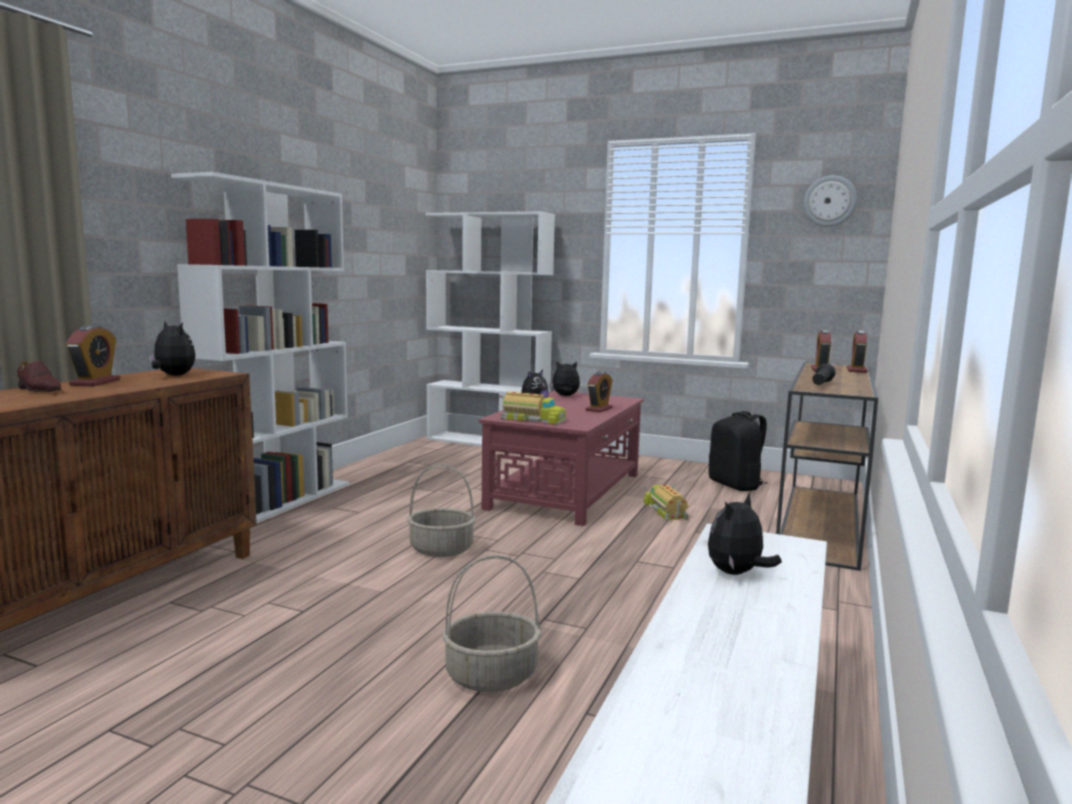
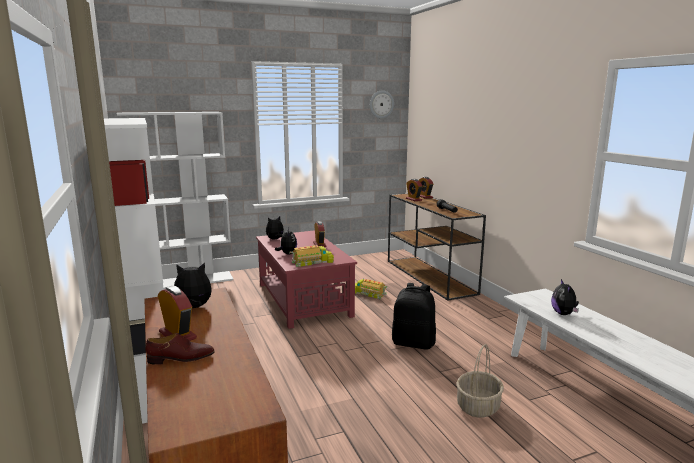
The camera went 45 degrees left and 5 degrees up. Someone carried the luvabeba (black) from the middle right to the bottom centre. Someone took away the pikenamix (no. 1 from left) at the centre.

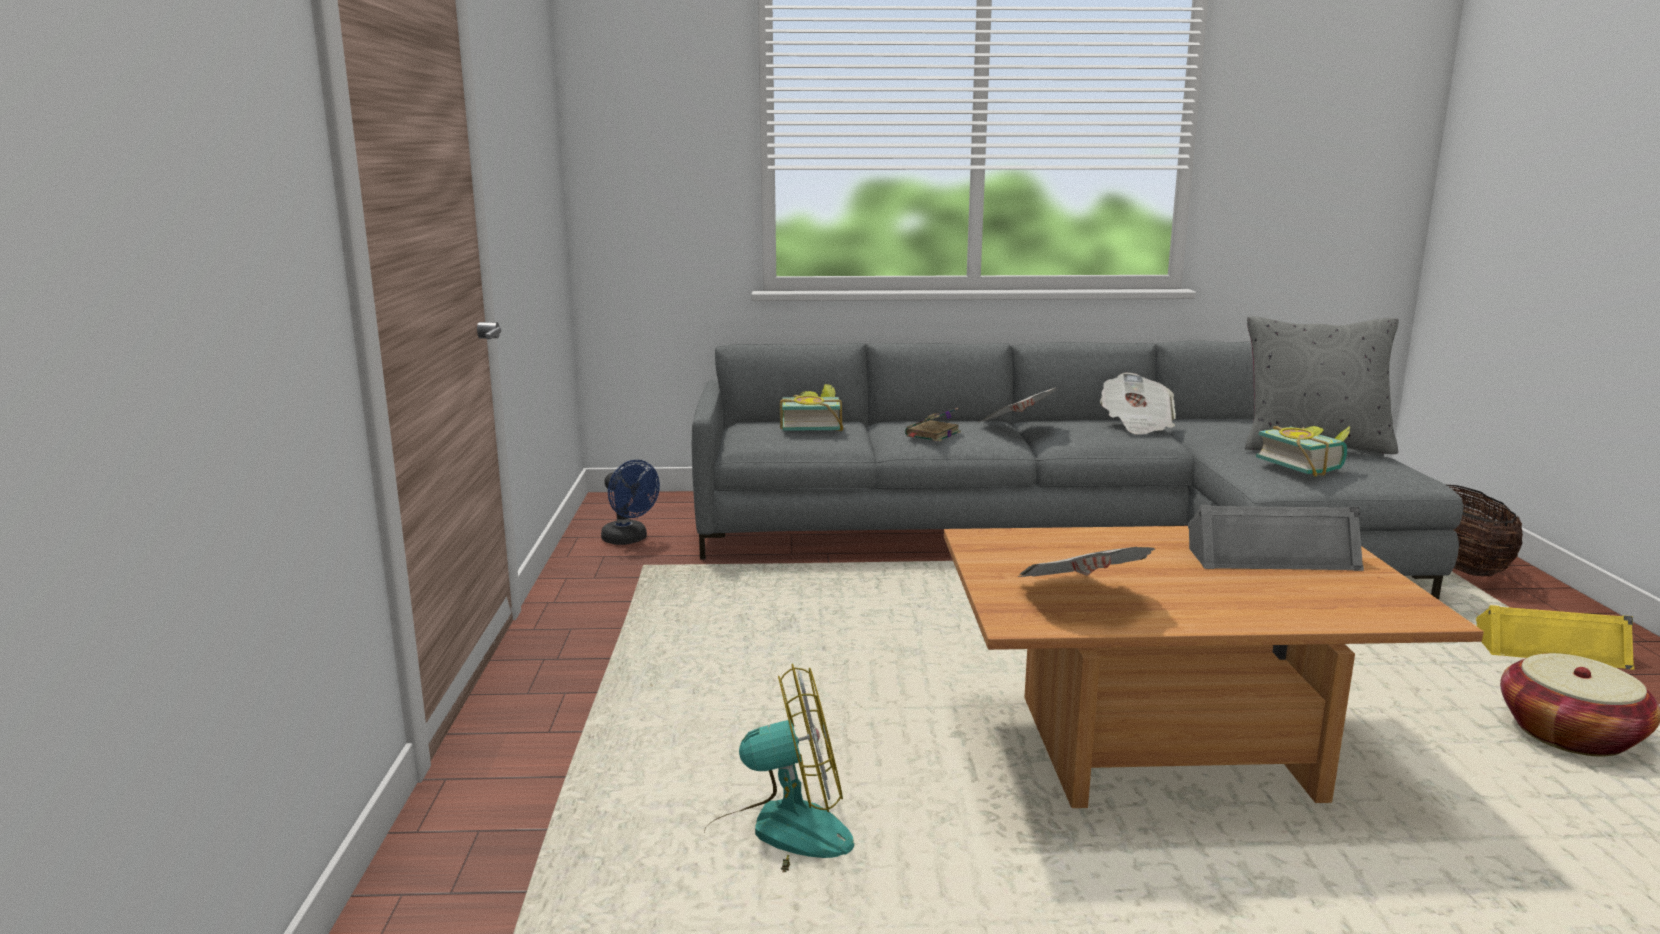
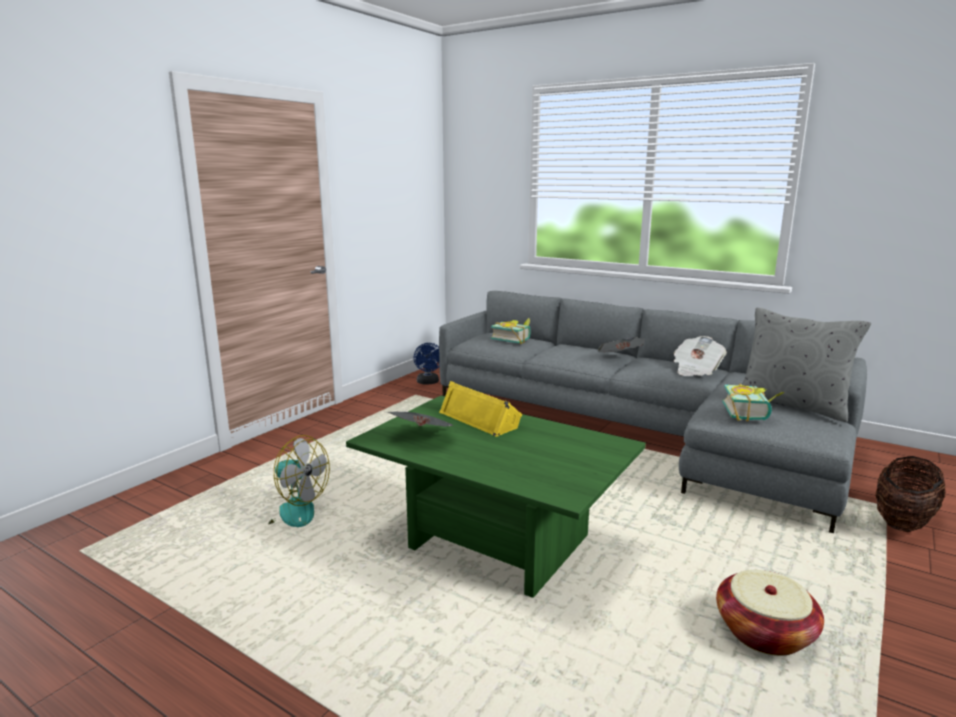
The camera went 35 degrees right and 0 degrees up. Someone took away the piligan (no. 2 from left) at the centre. Someone took away the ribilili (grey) at the middle right. Someone repainted the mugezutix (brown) at the bottom right, which became the mugezutix (green) at the bottom centre. Someone carried the ribilili (yellow) from the bottom right to the centre.

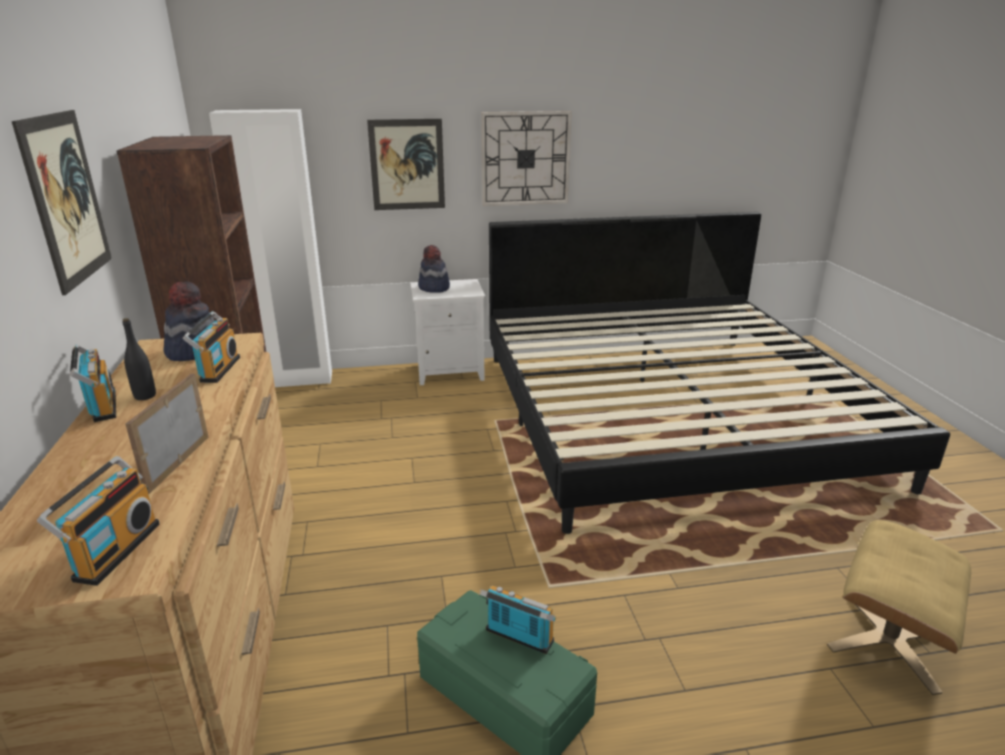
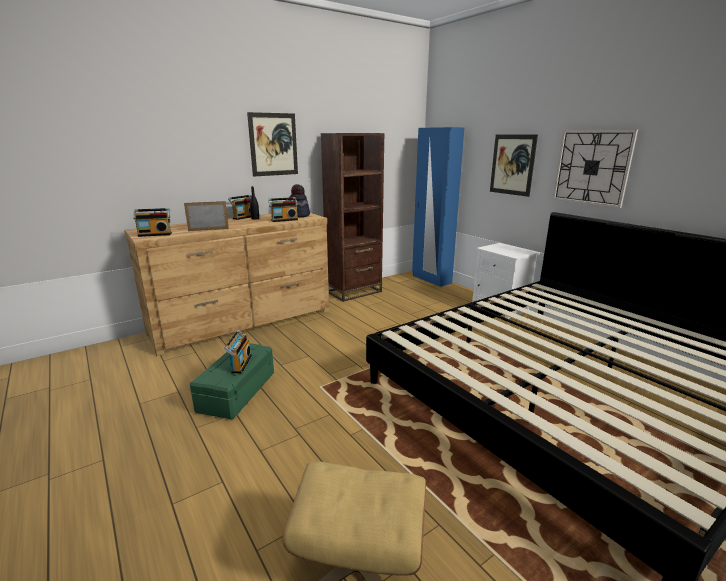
The camera went 65 degrees right and 5 degrees down. Someone repainted the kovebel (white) at the top left, which became the kovebel (blue) at the centre. Someone took away the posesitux (no. 2 from left) at the centre.

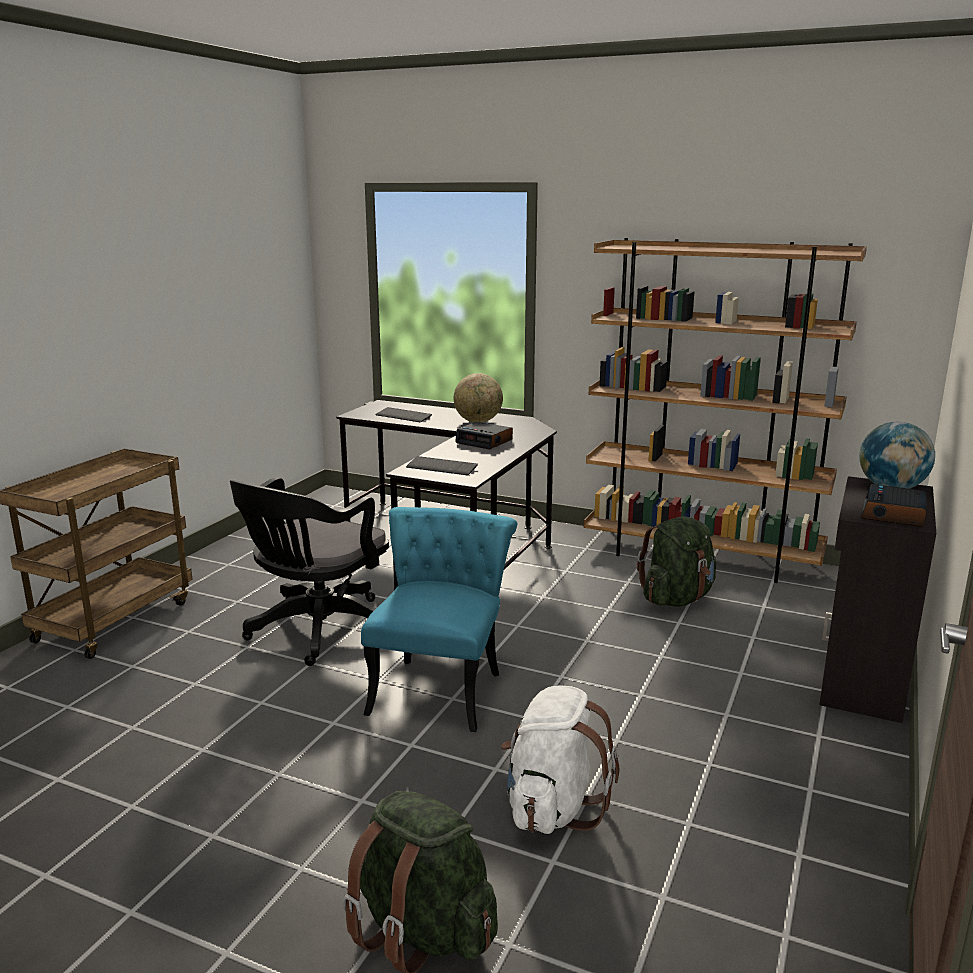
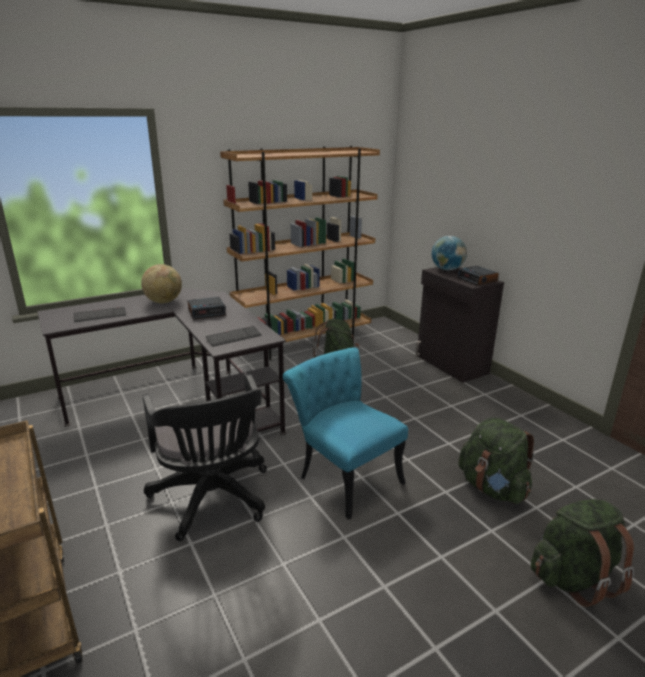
The camera went 55 degrees left and 5 degrees up. Someone repainted the luvabeba (white) at the bottom centre, which became the luvabeba (green) (no. 2 from left) at the bottom right.

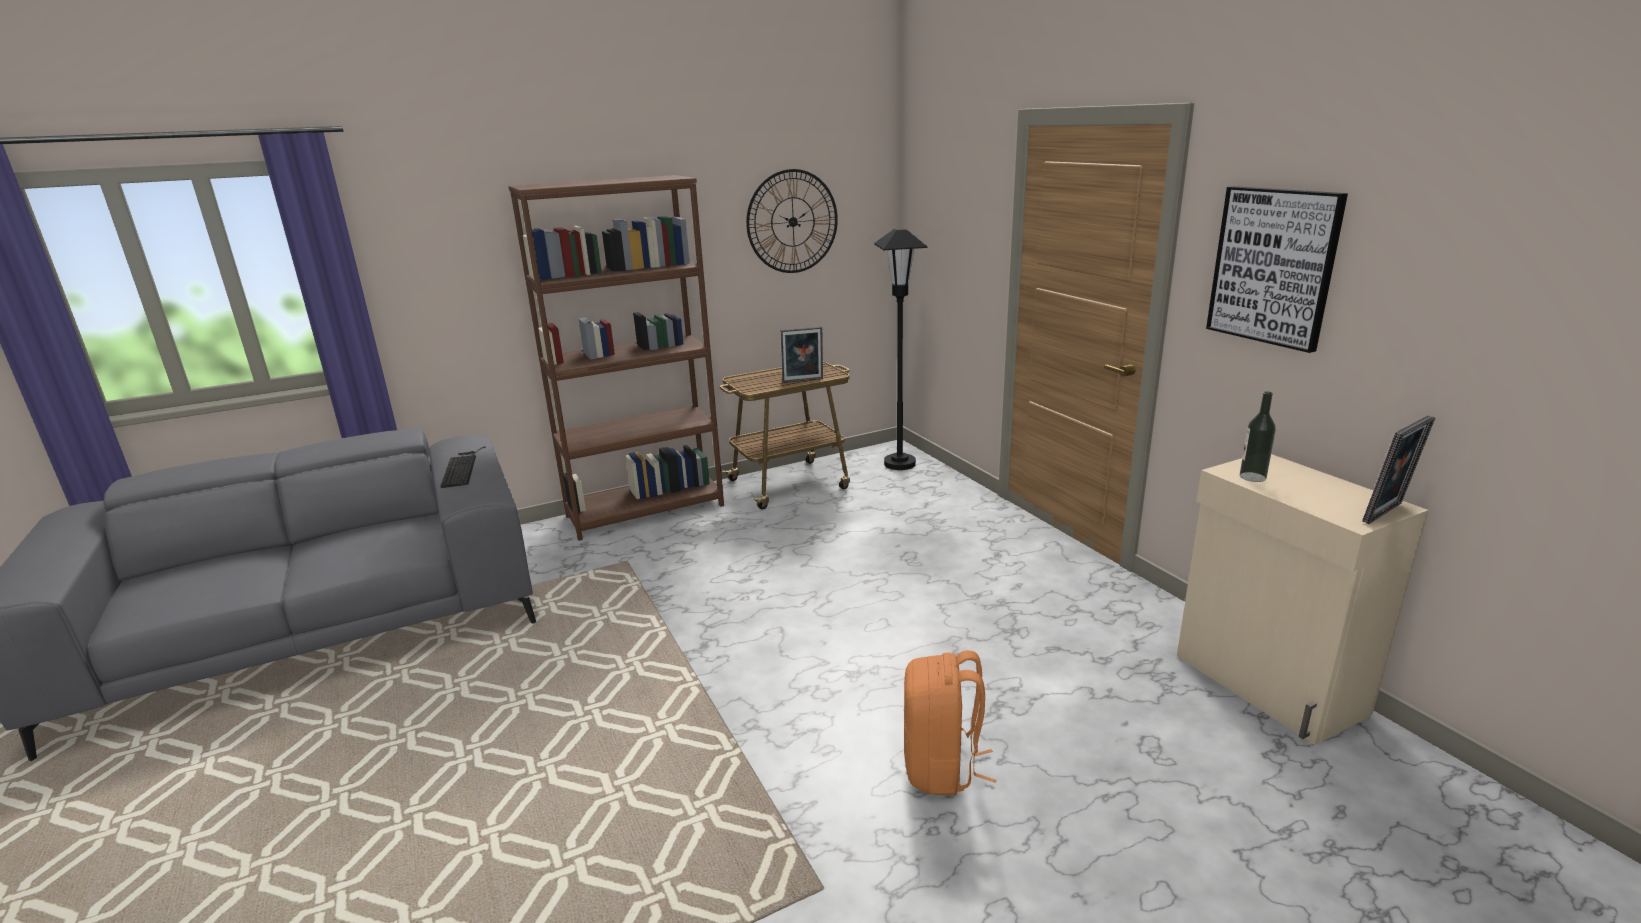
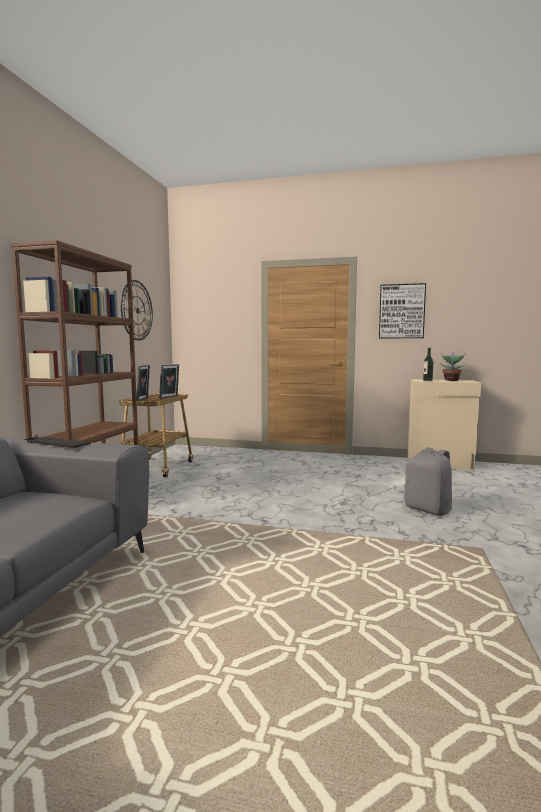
The camera went 50 degrees left and 15 degrees down. Someone took away the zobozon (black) at the centre. Someone carried the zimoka (no. 2 from left in the first image) from the middle right to the middle left. Someone repainted the luvabeba (orange) at the bottom centre, which became the luvabeba (grey) at the middle right. Someone put down the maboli at the middle right.

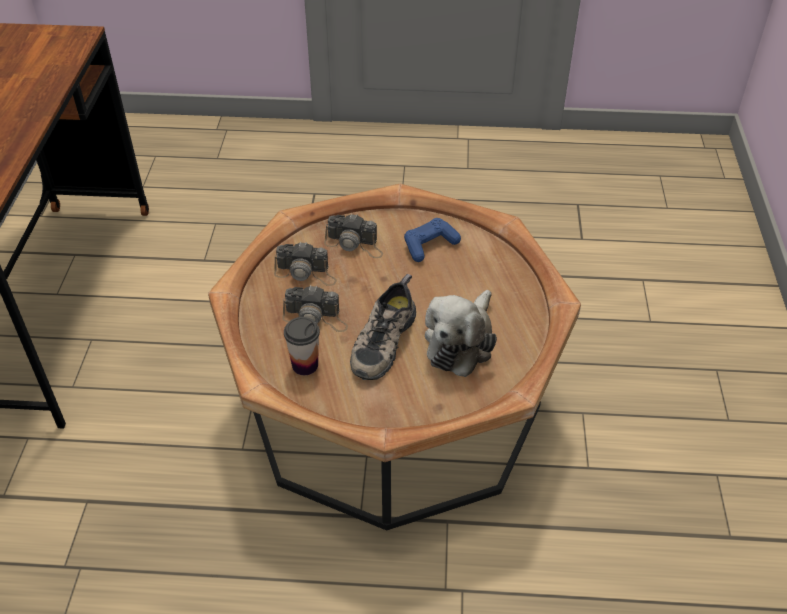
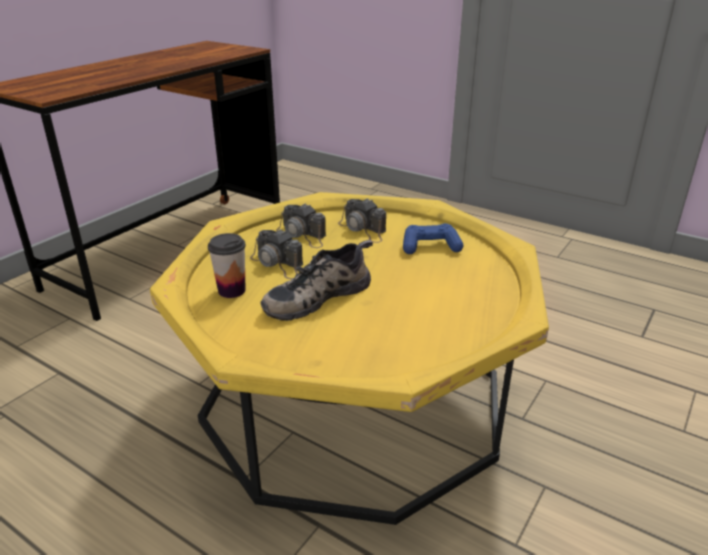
The camera went 30 degrees right and 15 degrees down. Someone repainted the mugezutix (brown) at the centre, which became the mugezutix (yellow) at the centre. Someone took away the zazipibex at the centre.

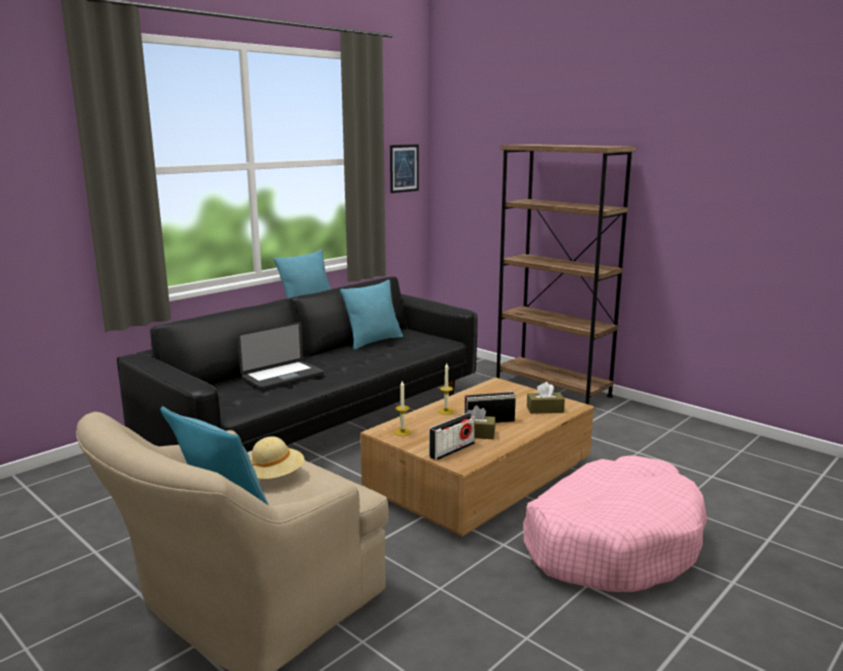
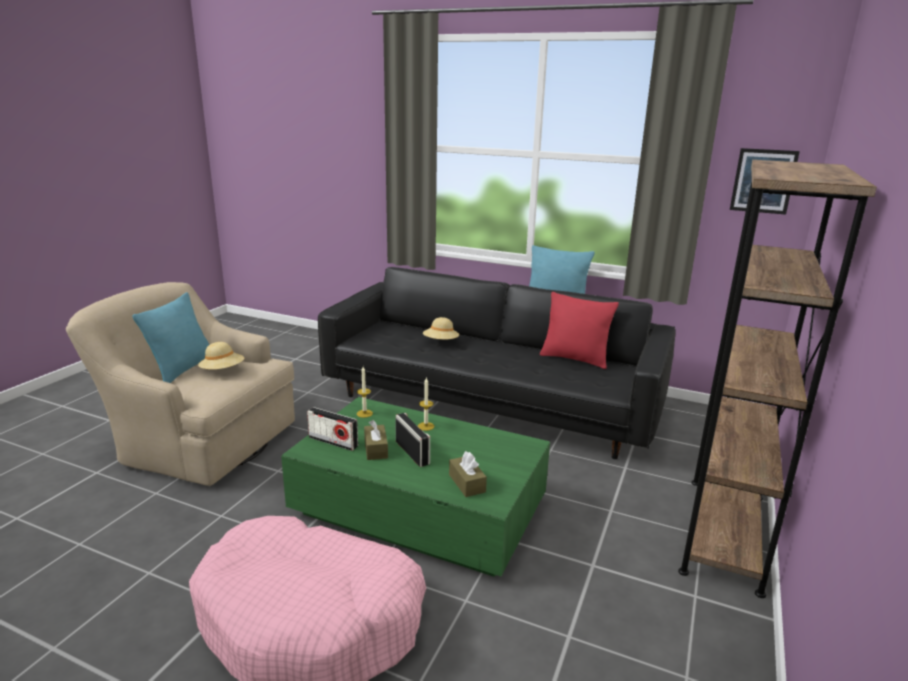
The camera went 70 degrees right and 5 degrees up. Someone repainted the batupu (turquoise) (no. 3 from left) at the centre, which became the batupu (red) at the centre. Someone swapped the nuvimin at the middle left for the posesitux (beige) (no. 2 from left) at the centre. Someone repainted the mugezutix (brown) at the bottom centre, which became the mugezutix (green) at the bottom centre.

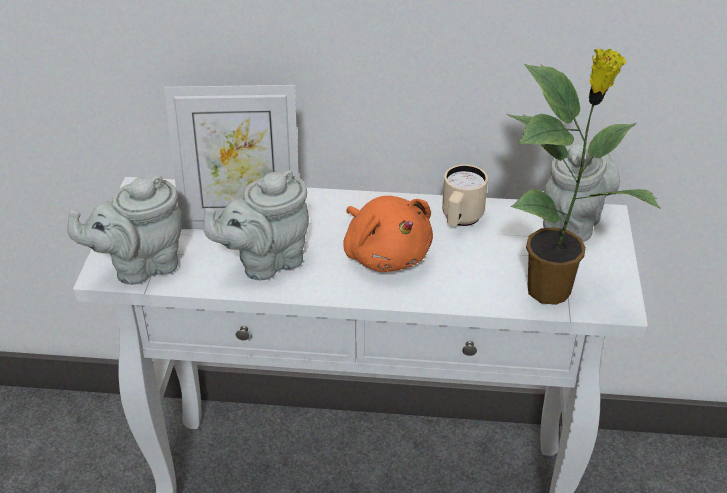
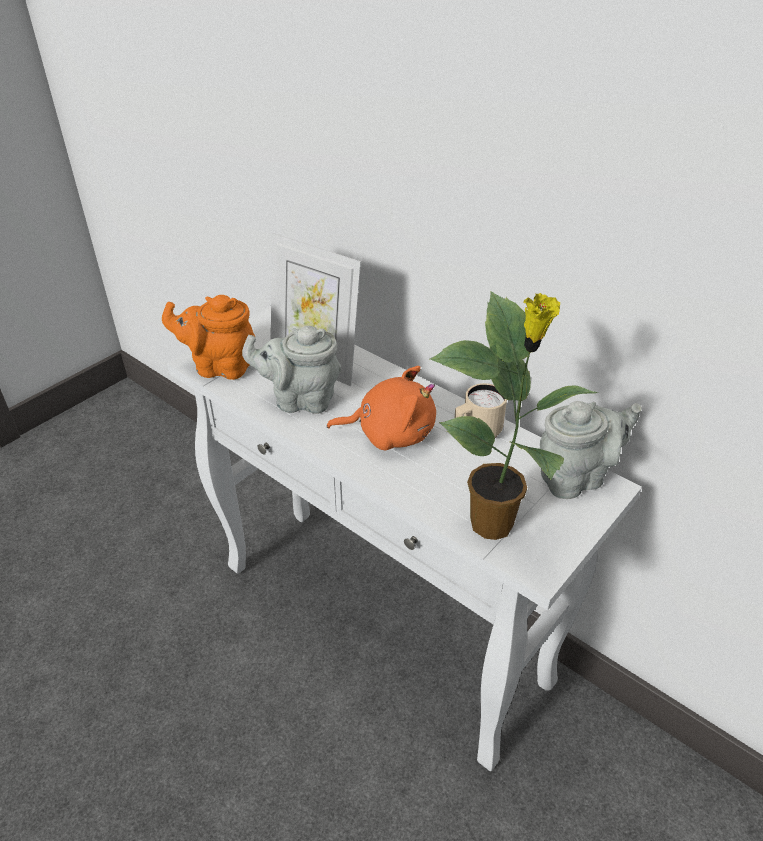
The camera went 35 degrees right and 0 degrees up. Someone repainted the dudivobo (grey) (no. 1 from left) at the middle left, which became the dudivobo (orange) at the middle left. Someone rotated the zazipibex (orange) at the centre by 90 degrees counterclockwise.

